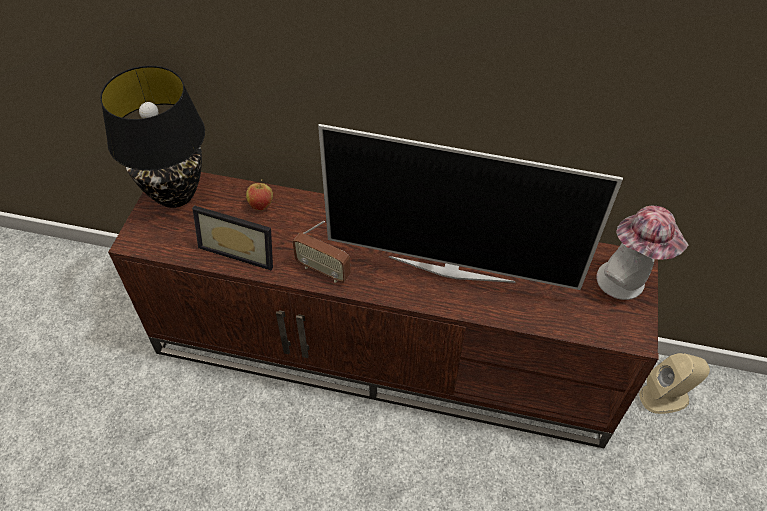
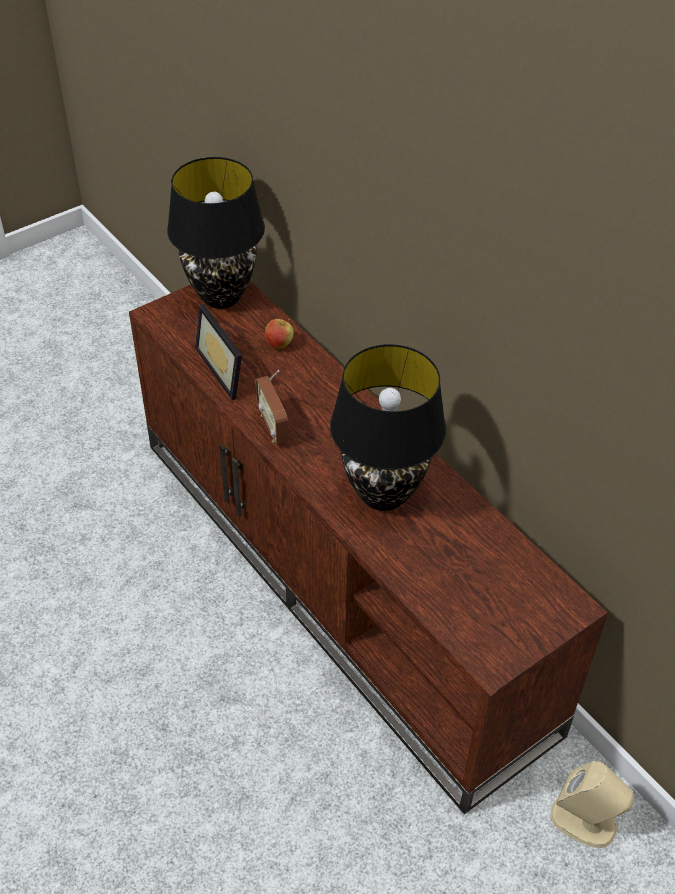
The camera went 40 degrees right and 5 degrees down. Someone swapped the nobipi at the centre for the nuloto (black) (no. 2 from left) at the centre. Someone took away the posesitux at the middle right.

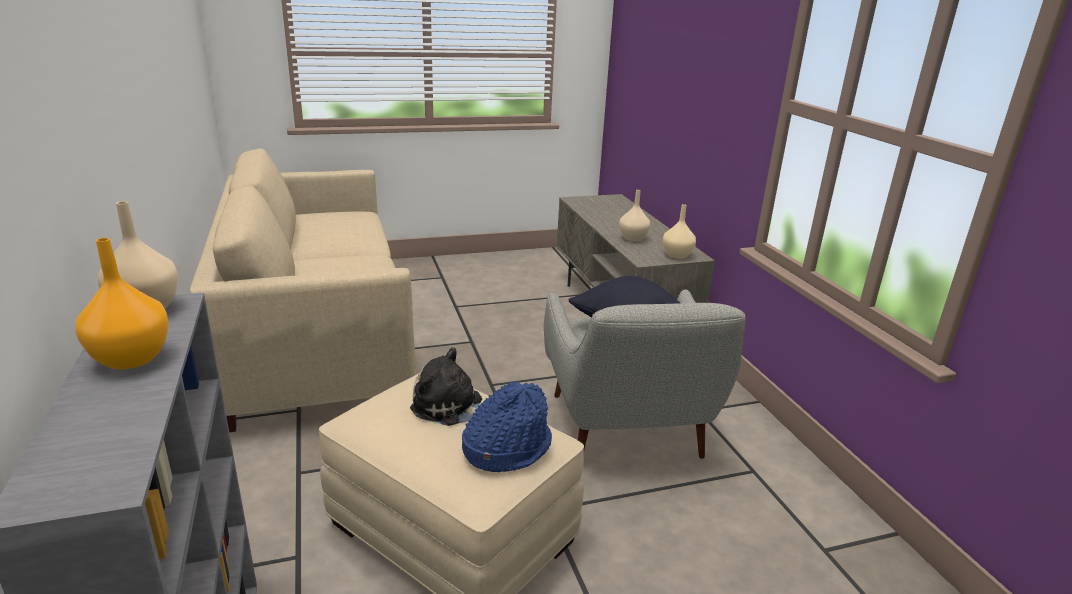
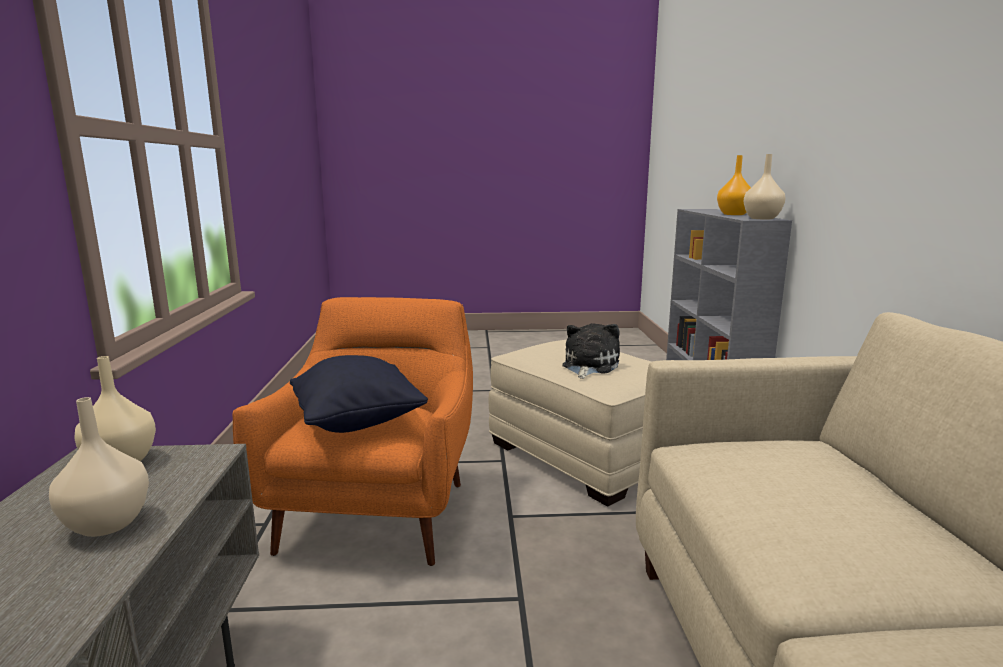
The camera went 165 degrees left and 10 degrees down. Someone repainted the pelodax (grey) at the centre, which became the pelodax (orange) at the centre. Someone rotated the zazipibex at the centre by 105 degrees counterclockwise. Someone took away the posesitux (blue) at the bottom centre.

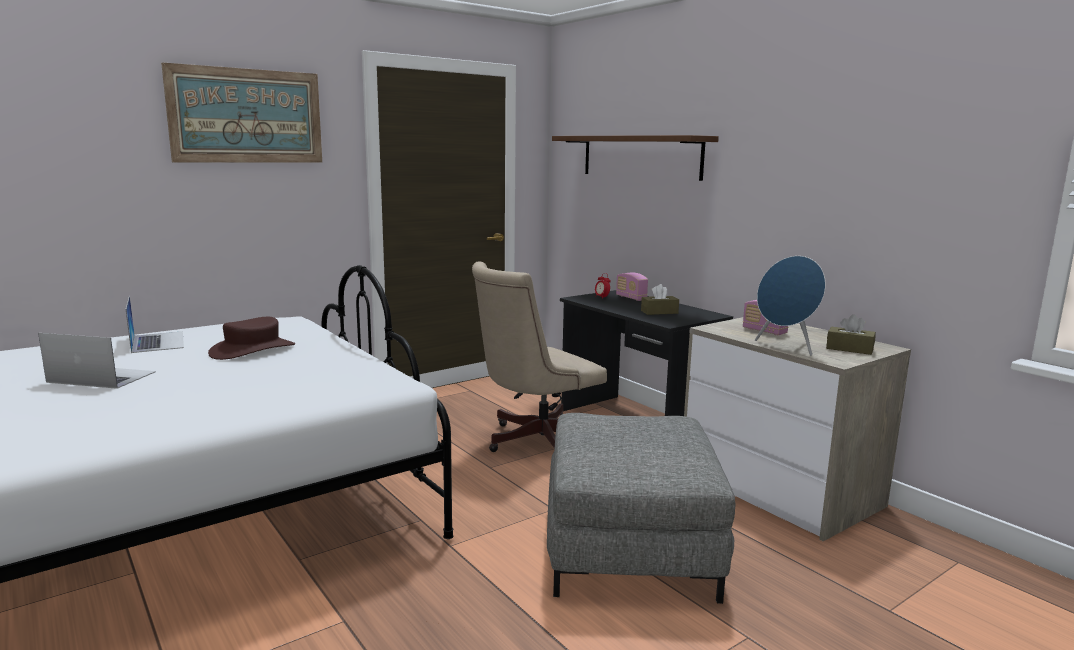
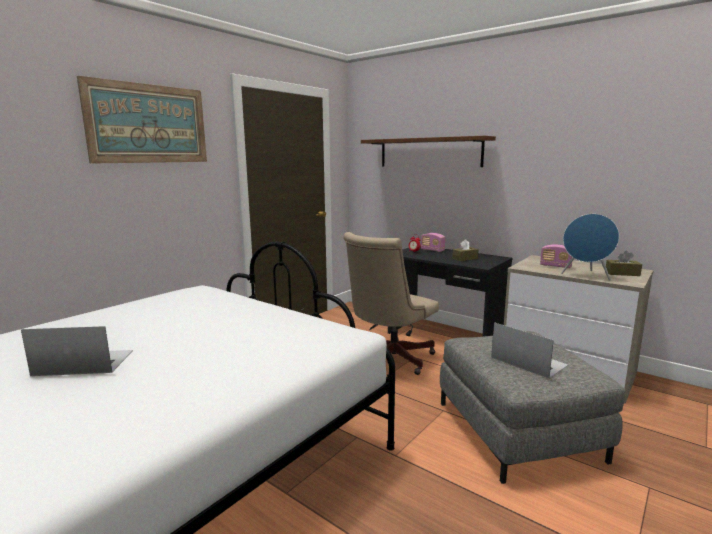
The camera went 15 degrees left and 0 degrees up. Someone carried the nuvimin (no. 2 from left) from the middle left to the middle right. Someone took away the posesitux (brown) at the middle left.

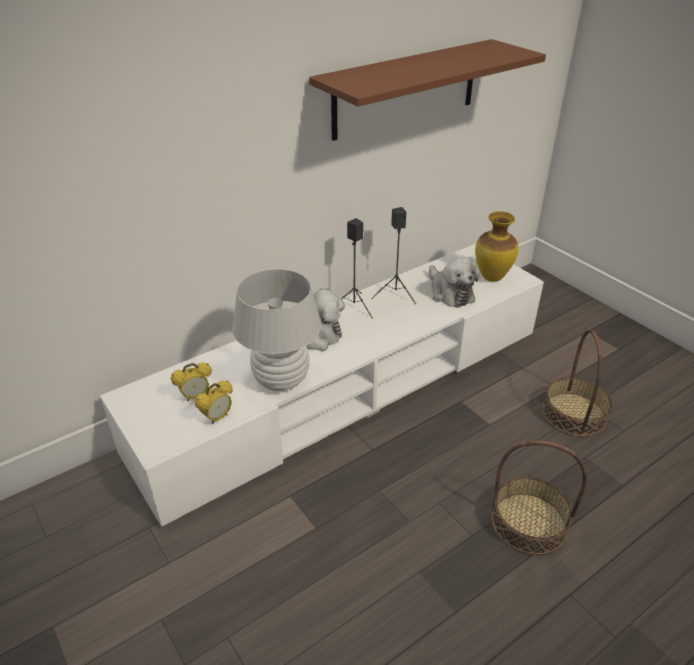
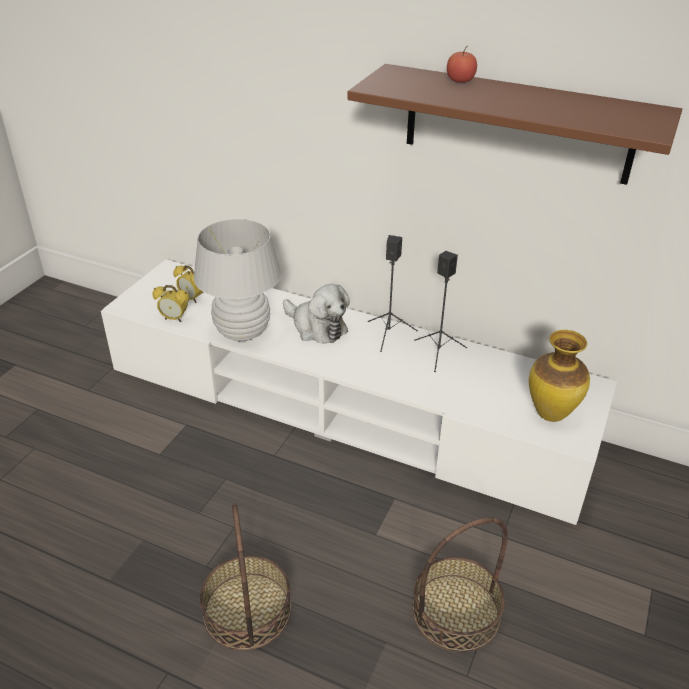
The camera went 60 degrees right and 0 degrees up. Someone took away the zazipibex (no. 2 from left) at the centre. Someone put down the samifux at the top right.

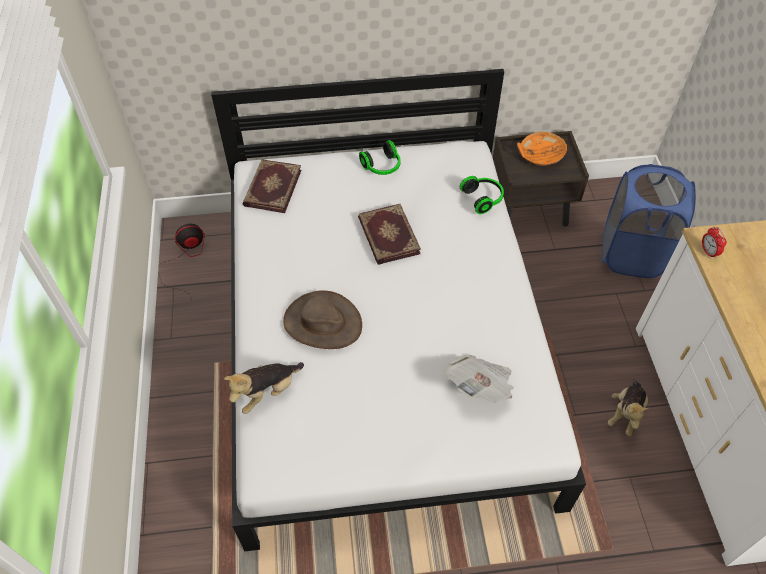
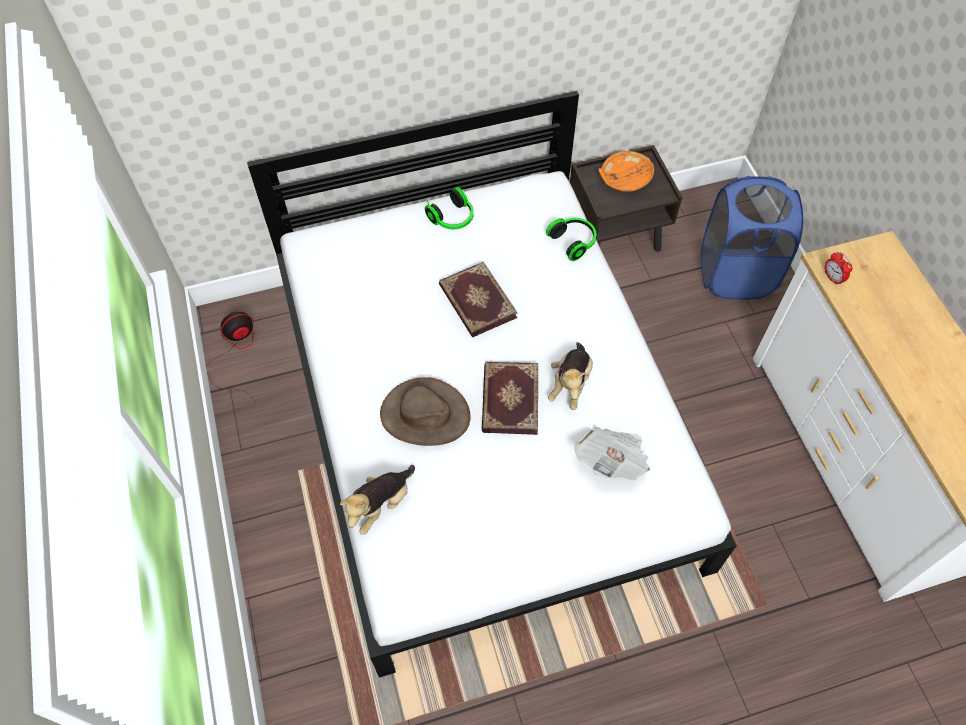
The camera went 10 degrees left and 5 degrees up. Someone carried the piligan (no. 1 from left in the first image) from the top centre to the centre. Someone carried the zazipibex (no. 2 from left) from the bottom right to the centre.

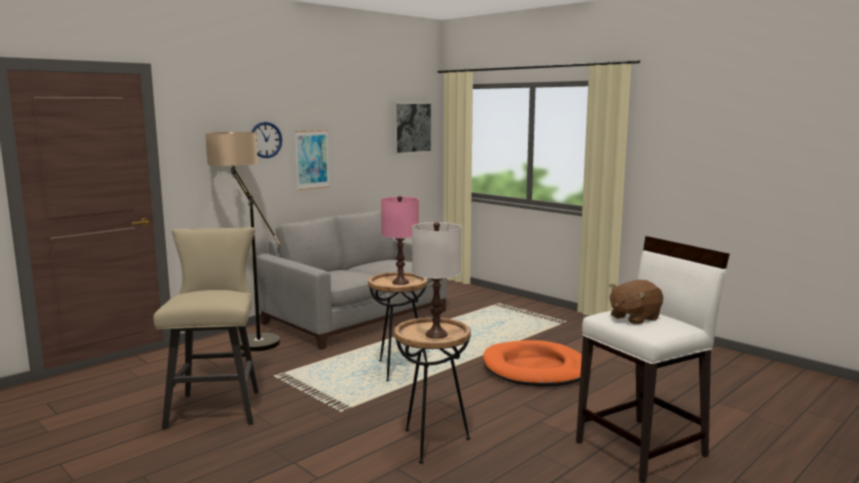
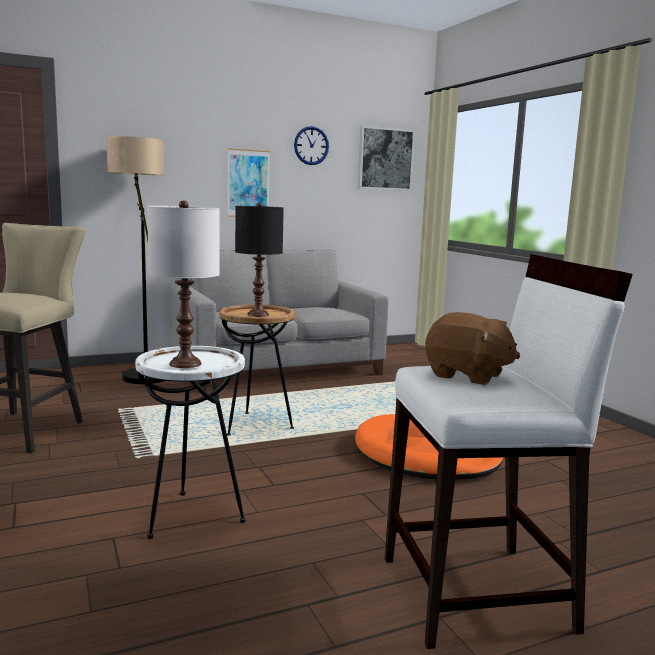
The camera went 20 degrees right and 0 degrees up. Someone carried the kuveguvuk from the top left to the top centre. Someone repainted the nuloto (pink) at the centre, which became the nuloto (black) at the centre. Someone rotated the zazipibex (brown) at the middle right by 135 degrees counterclockwise. Someone repainted the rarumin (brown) (no. 2 from left) at the bottom centre, which became the rarumin (white) at the bottom left.

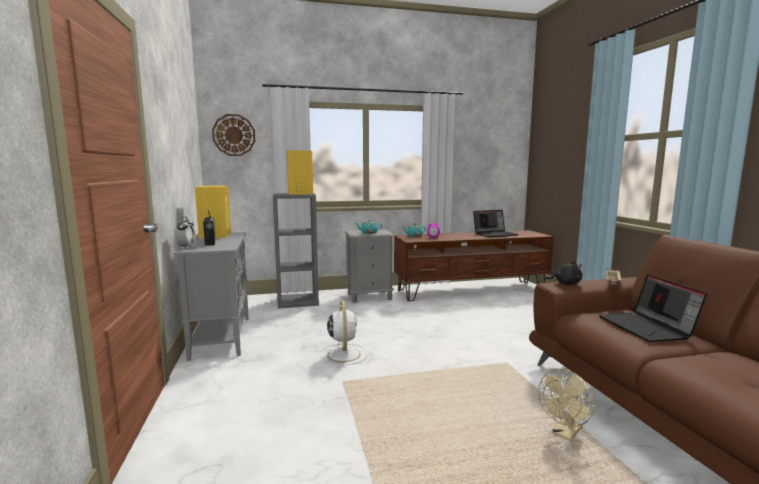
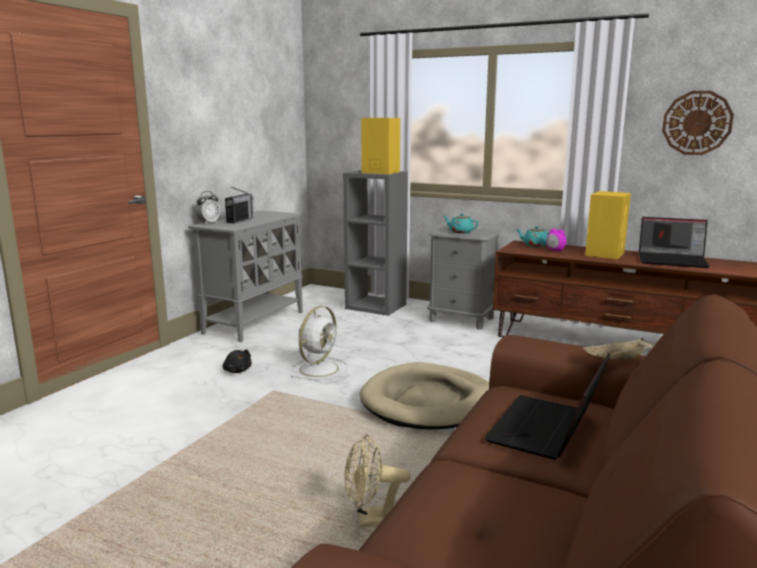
The camera went 40 degrees right and 5 degrees up. Someone carried the kuveguvuk from the top left to the top right. Someone carried the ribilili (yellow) (no. 1 from left in the first image) from the middle left to the middle right. Someone carried the zazipibex (black) from the middle right to the middle left. Someone put down the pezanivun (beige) at the bottom centre.

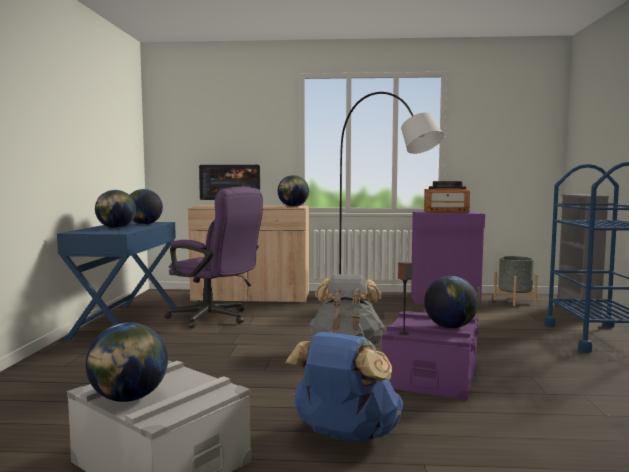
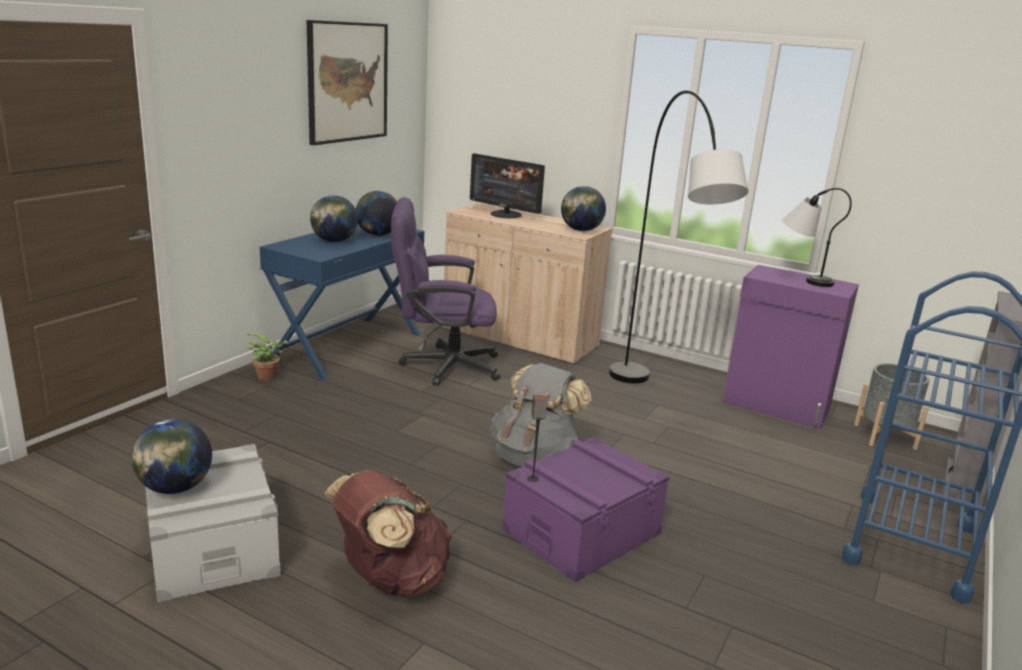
The camera went 25 degrees right and 15 degrees up. Someone swapped the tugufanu at the middle right for the nuloto at the middle right. Someone rotated the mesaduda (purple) at the centre by 120 degrees clockwise. Someone took away the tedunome (no. 5 from left) at the middle right. Someone repainted the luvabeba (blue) at the bottom centre, which became the luvabeba (brown) at the bottom centre. Someone put up the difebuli at the top centre. Someone put down the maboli at the middle left.

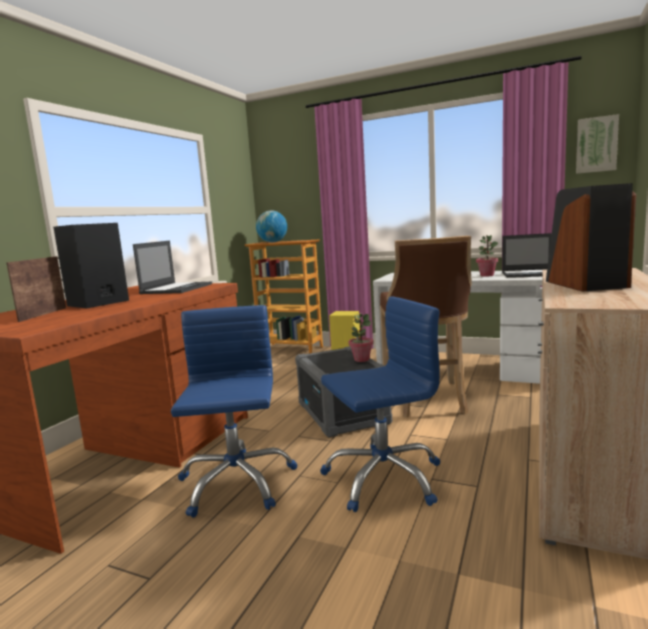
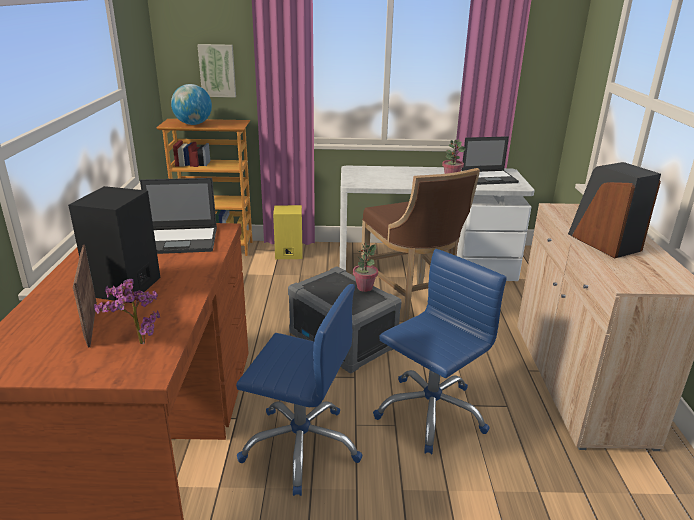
The camera went 25 degrees left and 15 degrees up. Someone carried the difebuli from the top right to the top left. Someone rotated the nuvimin (no. 1 from left) at the middle left by 90 degrees clockwise. Someone rotated the mesaduda (blue) (no. 1 from left) at the centre by 135 degrees clockwise. Someone put down the maboli (no. 1 from left) at the middle left.

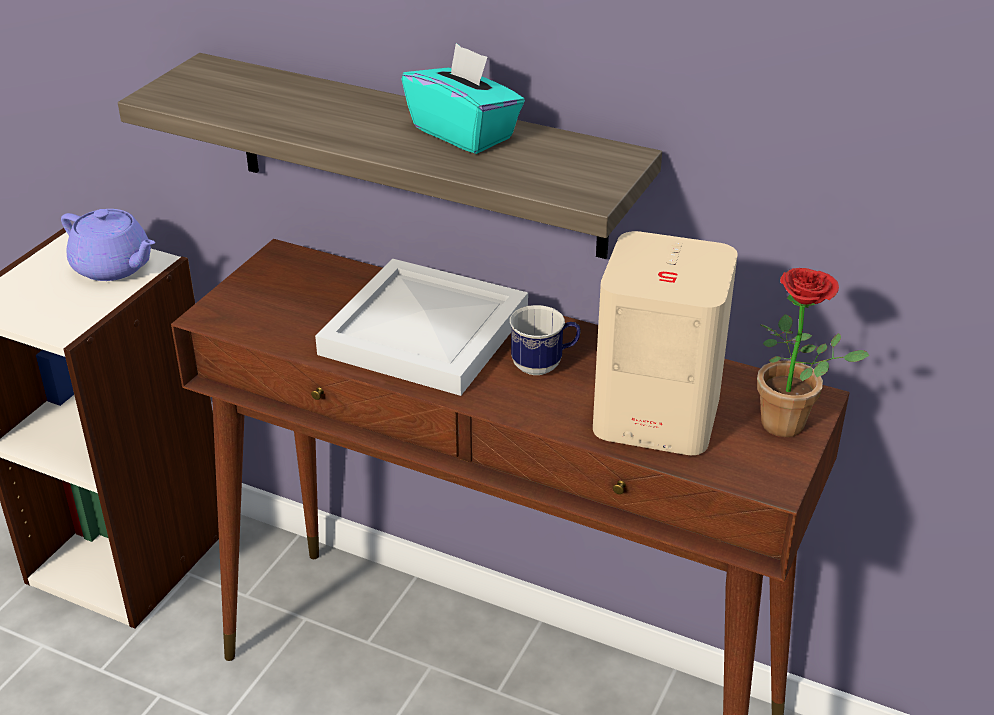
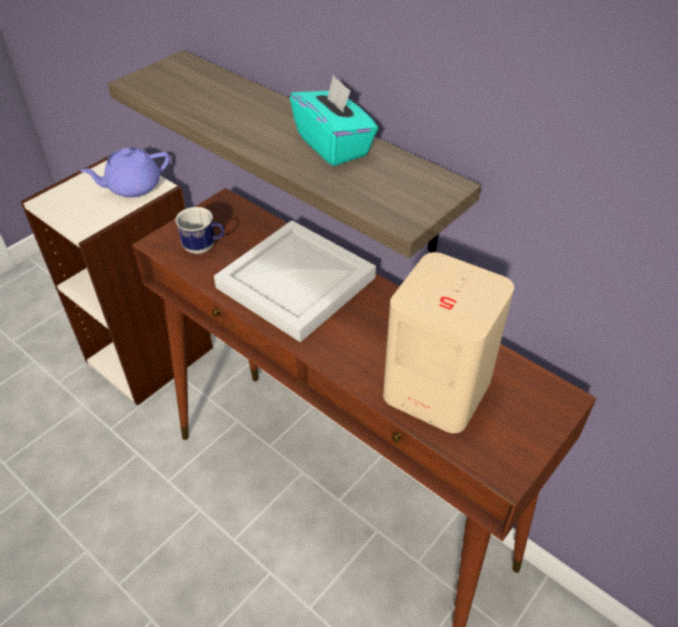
The camera went 15 degrees right and 10 degrees up. Someone rotated the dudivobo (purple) at the middle left by 105 degrees clockwise. Someone took away the maboli at the middle right. Someone carried the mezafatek from the centre to the middle left.

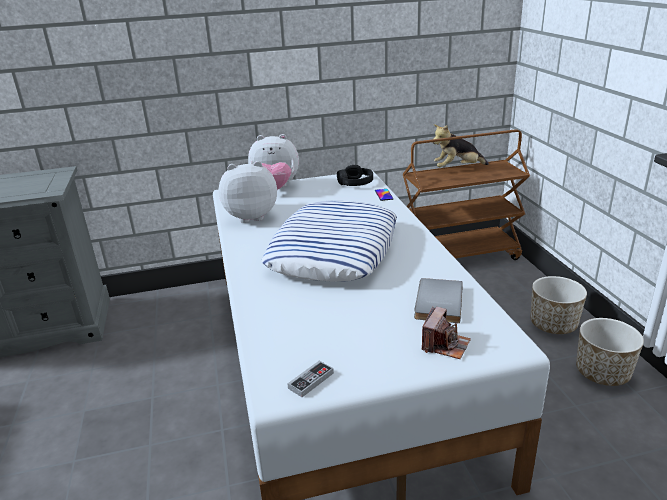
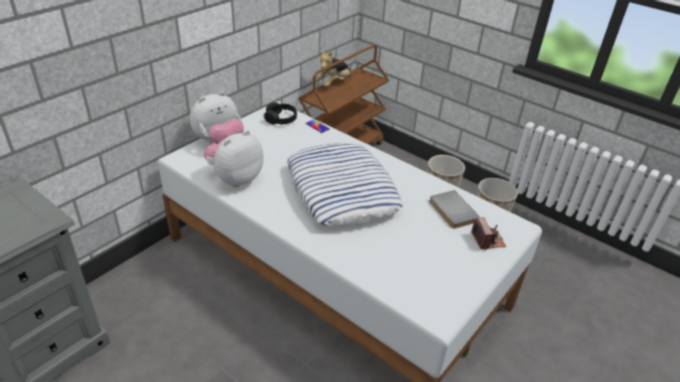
The camera went 40 degrees left and 10 degrees up. Someone took away the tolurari at the bottom centre.

